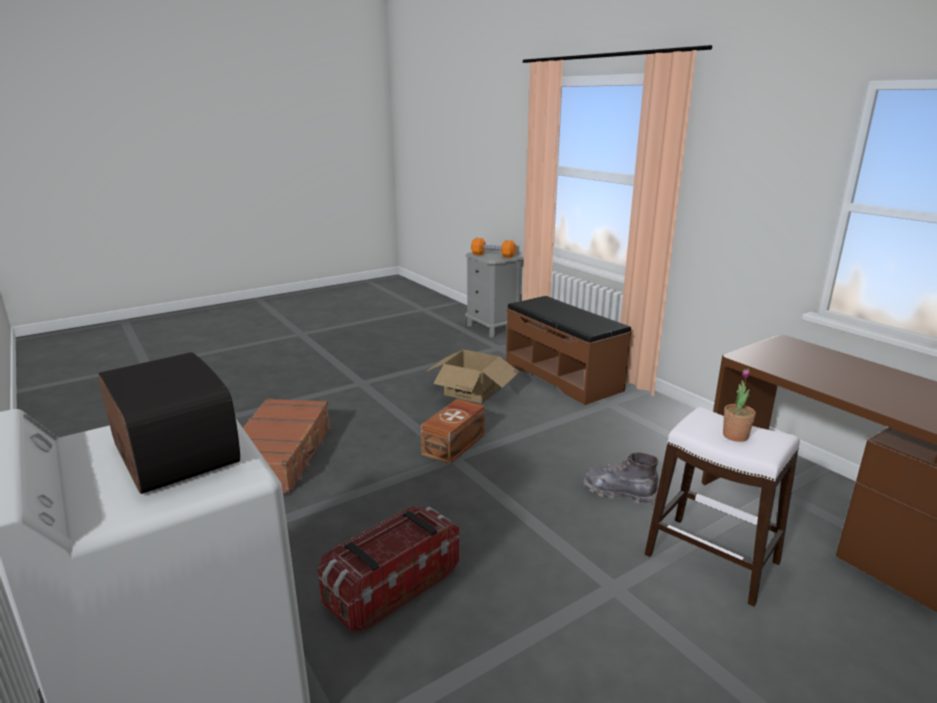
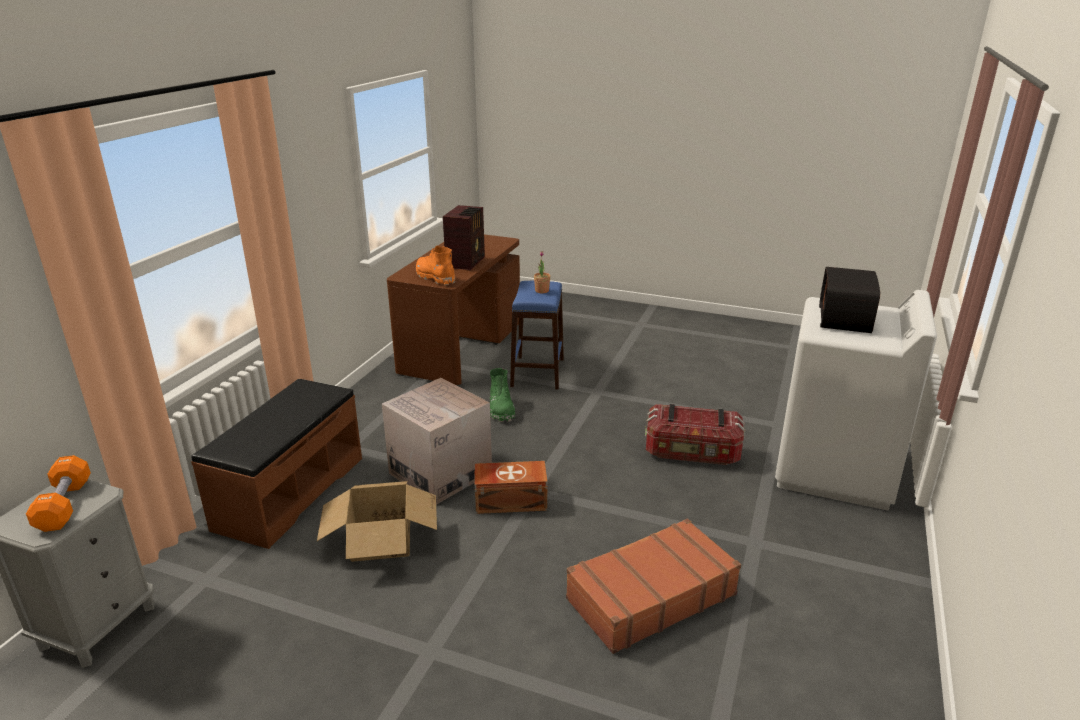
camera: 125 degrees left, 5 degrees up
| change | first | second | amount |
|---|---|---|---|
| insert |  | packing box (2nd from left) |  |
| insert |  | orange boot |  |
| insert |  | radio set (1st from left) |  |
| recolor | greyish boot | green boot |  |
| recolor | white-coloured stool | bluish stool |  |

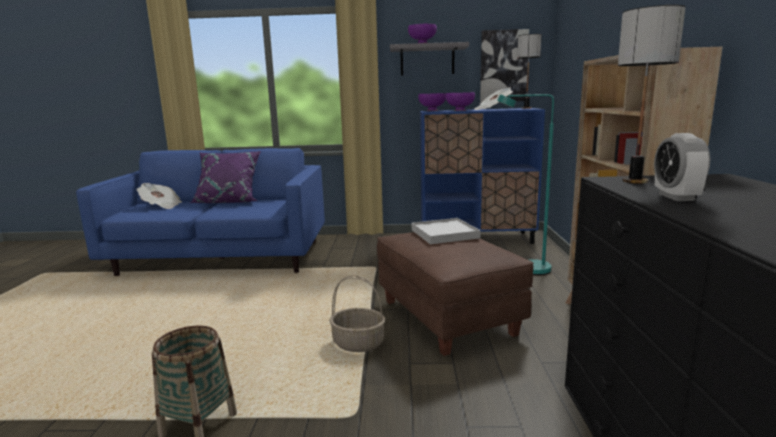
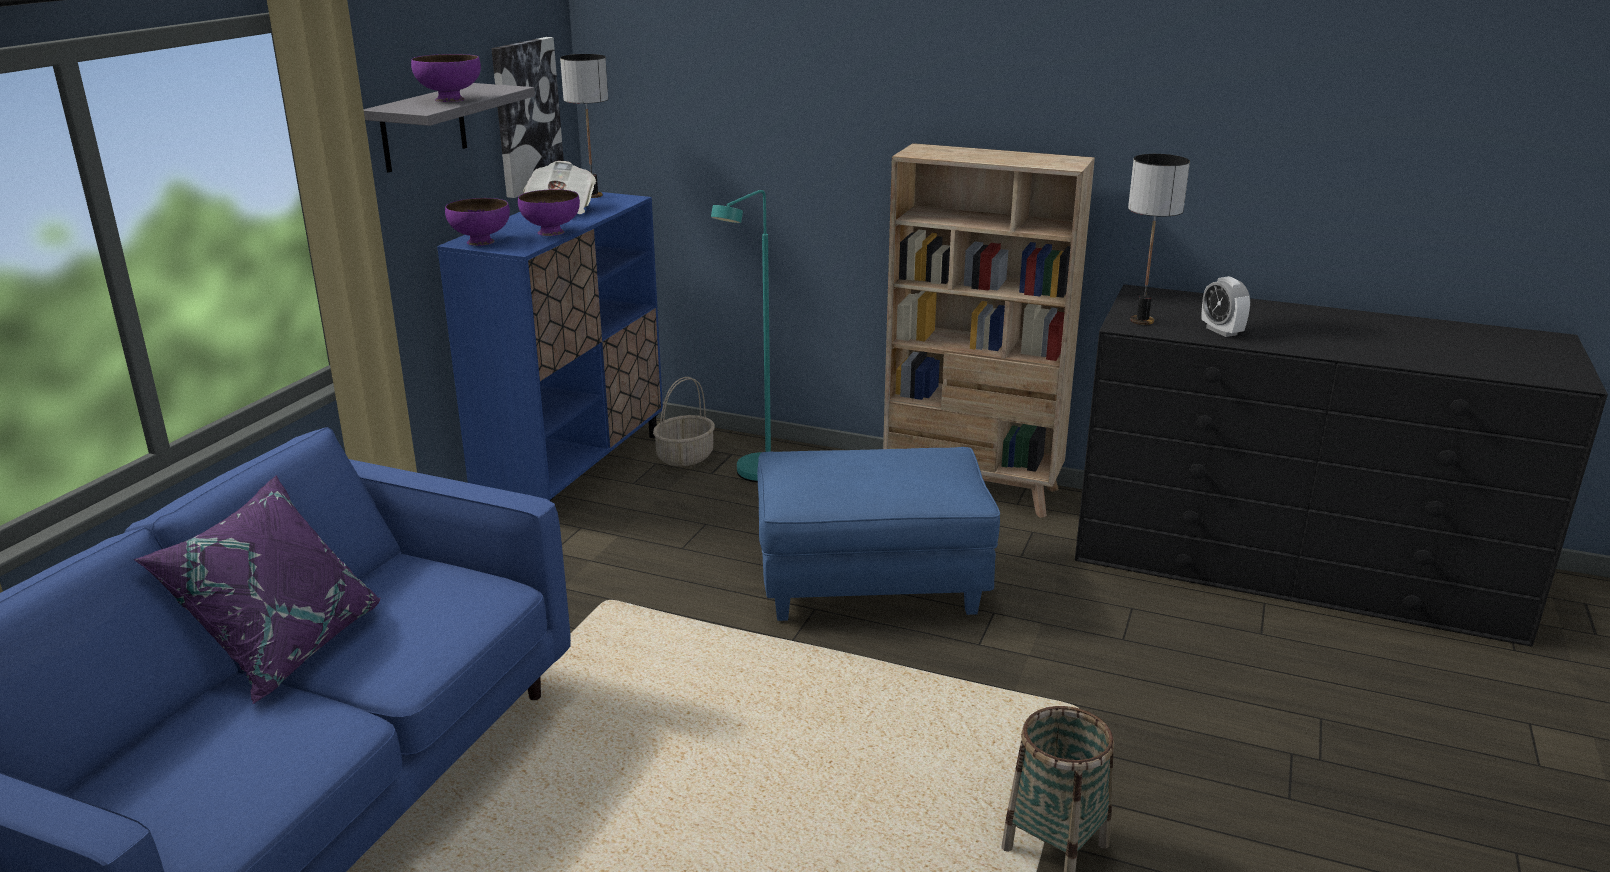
camera: 70 degrees left, 10 degrees up
| change | first | second | amount |
|---|---|---|---|
| move | household basket (2nd from left in the first image) | household basket (1st from left) |  |
| recolor | brown-coloured ottoman | bluish ottoman |  |
| rotate | alarm clock |  | 45 degrees clockwise |
| delete | daily paper (1st from left) |  |  |
| delete | white-coloured carrying tray |  |  |

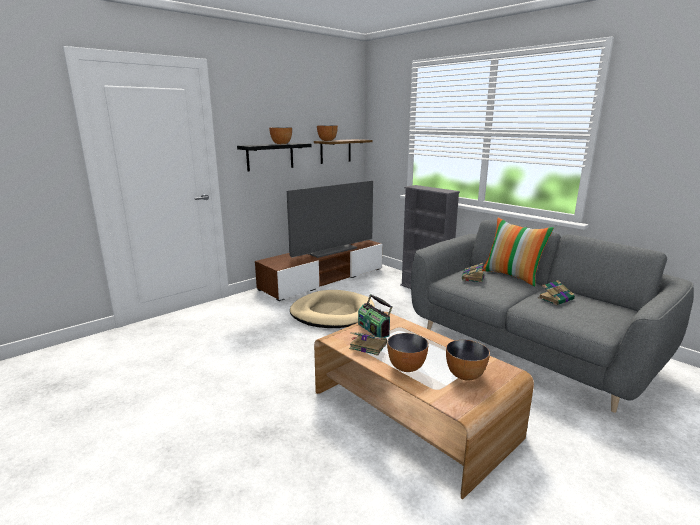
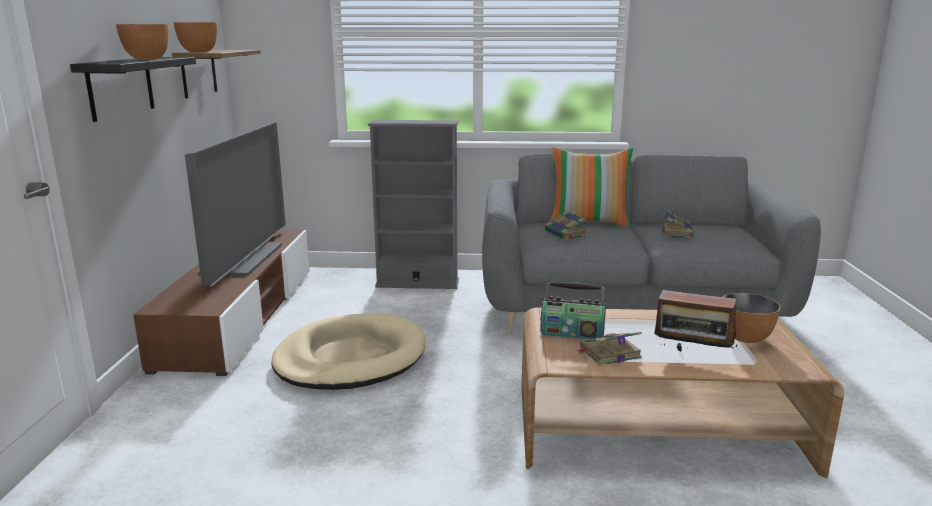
camera: 45 degrees left, 0 degrees up
| change | first | second | amount |
|---|---|---|---|
| replace | deep dish (3rd from left) | radio set (2nd from left) |  |

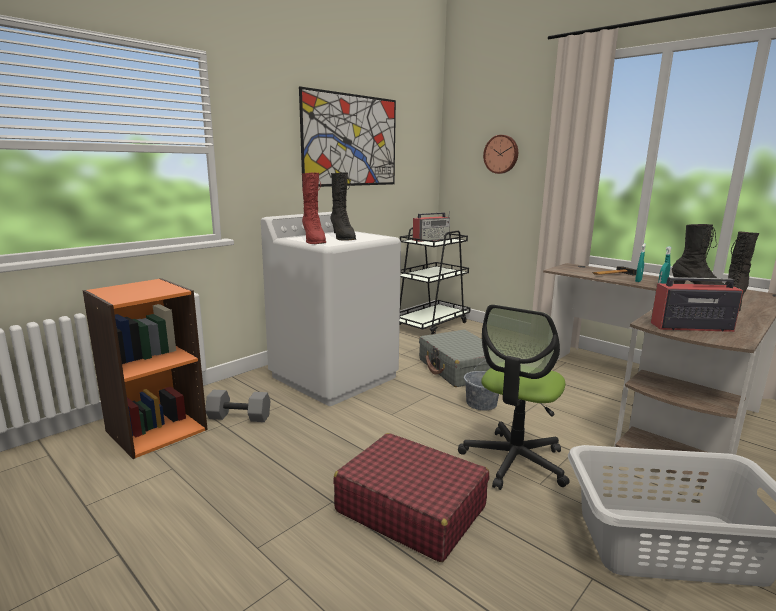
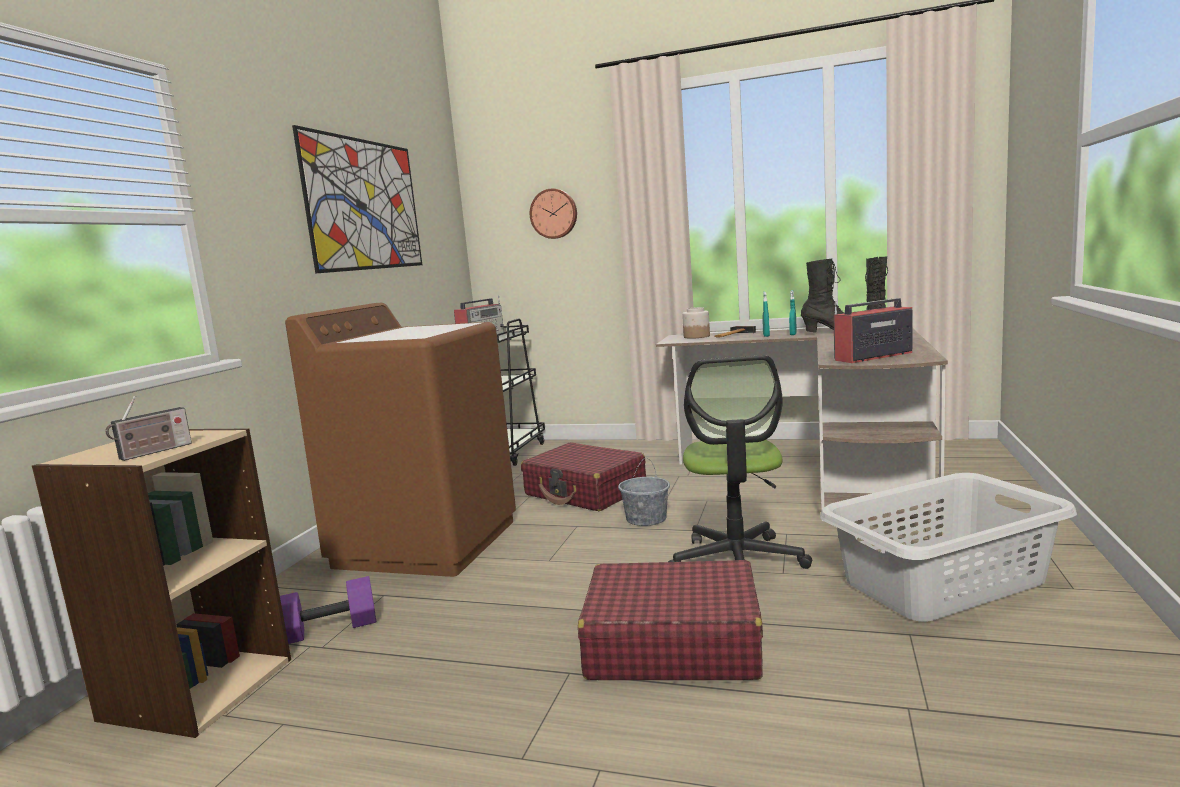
camera: 25 degrees left, 5 degrees down
| change | first | second | amount |
|---|---|---|---|
| recolor | orange shelving unit | beige-coloured shelving unit |  |
| insert |  | radio set (1st from left) |  |
| recolor | greyish hand weight | purple-coloured hand weight |  |
| recolor | white-coloured laundry machine | brown-coloured laundry machine |  |
| recolor | greyish piece of luggage | reddish piece of luggage (1st from left) |  |
| insert |  | storage jar |  |
| delete | reddish boot |  |  |
| delete | blackish boot (1st from left) |  |  |

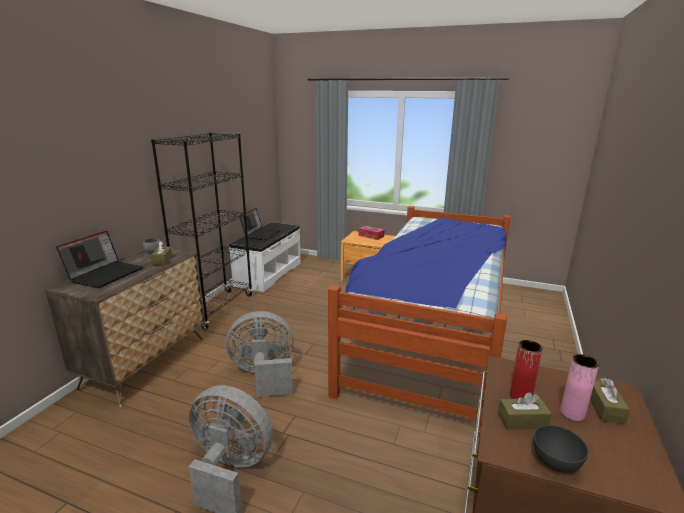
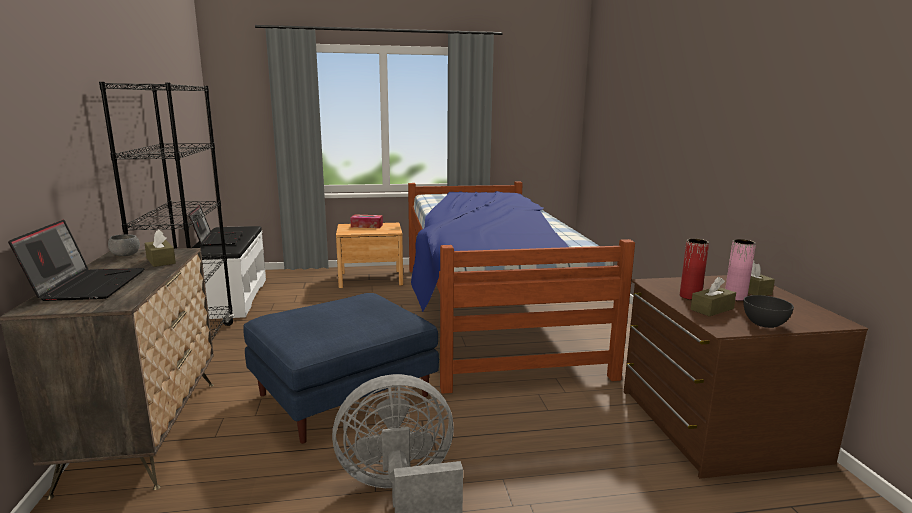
camera: 30 degrees left, 5 degrees down
| change | first | second | amount |
|---|---|---|---|
| replace | greyish cooling fan (2nd from left) | bluish ottoman |  |

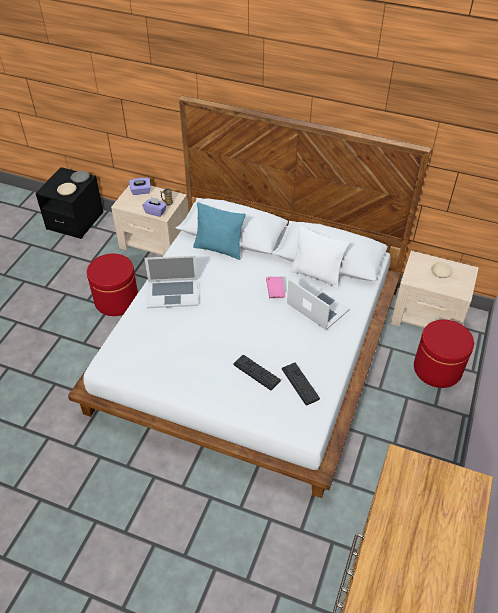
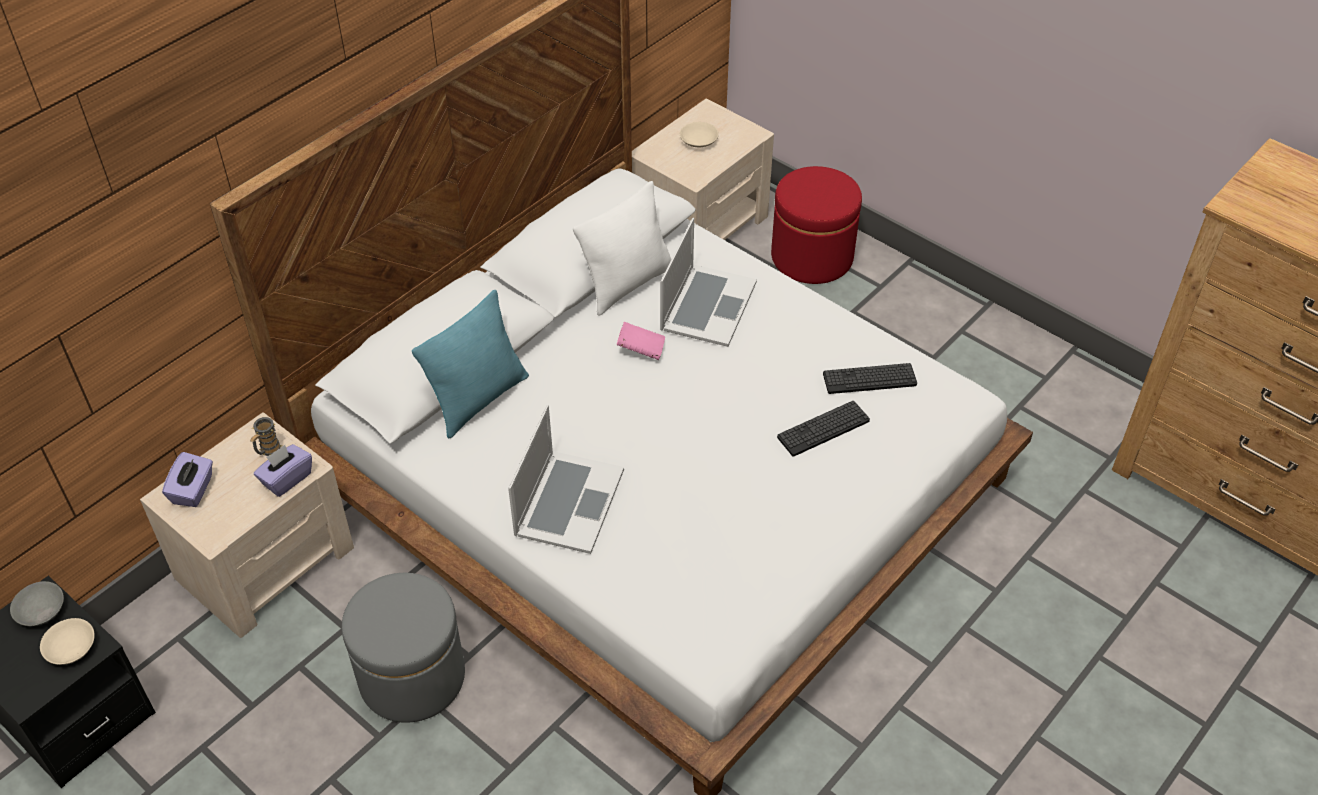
camera: 70 degrees left, 0 degrees up
| change | first | second | amount |
|---|---|---|---|
| recolor | reddish ottoman (1st from left) | greyish ottoman |  |
| rotate | notebook computer (2nd from left) |  | 135 degrees clockwise |

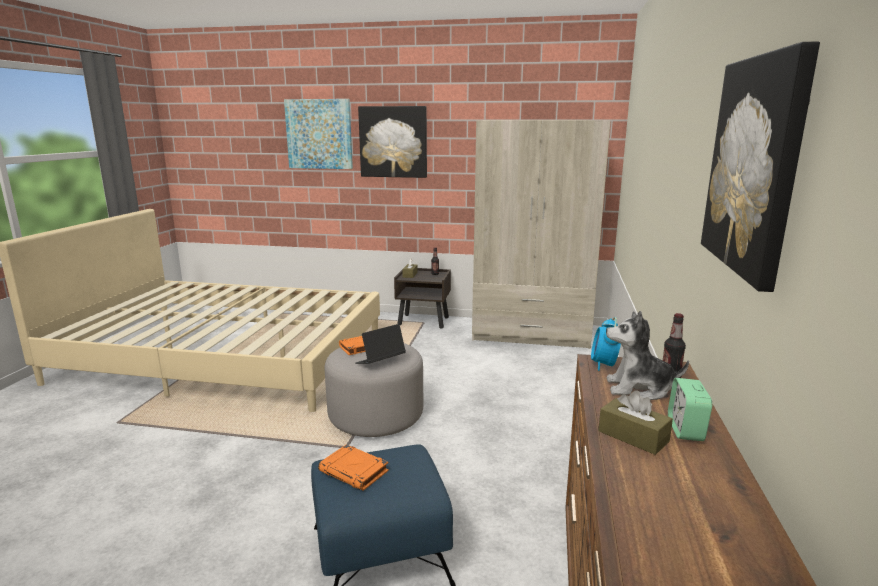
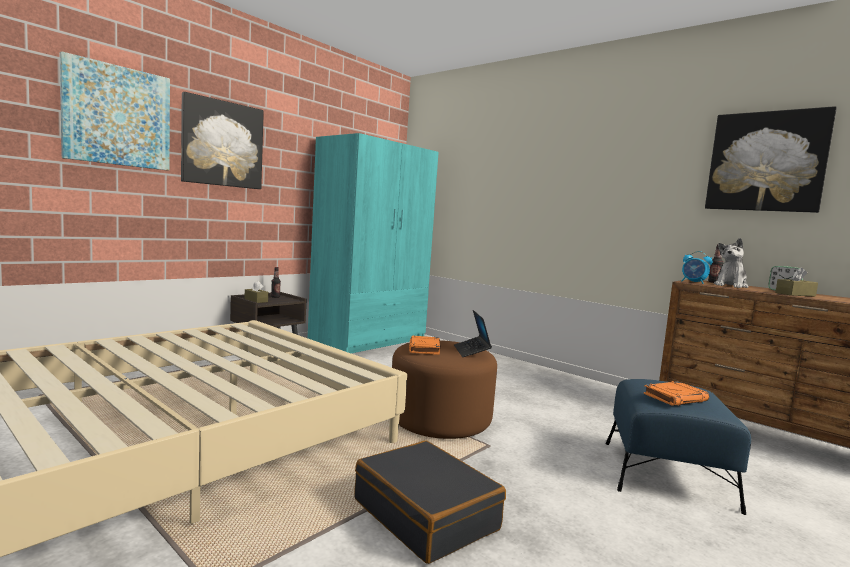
camera: 60 degrees left, 10 degrees down
| change | first | second | amount |
|---|---|---|---|
| recolor | beige-coloured clothes cupboard | turquoise clothes cupboard |  |
| insert |  | blackish piece of luggage |  |
| recolor | greyish ottoman | brown-coloured ottoman |  |

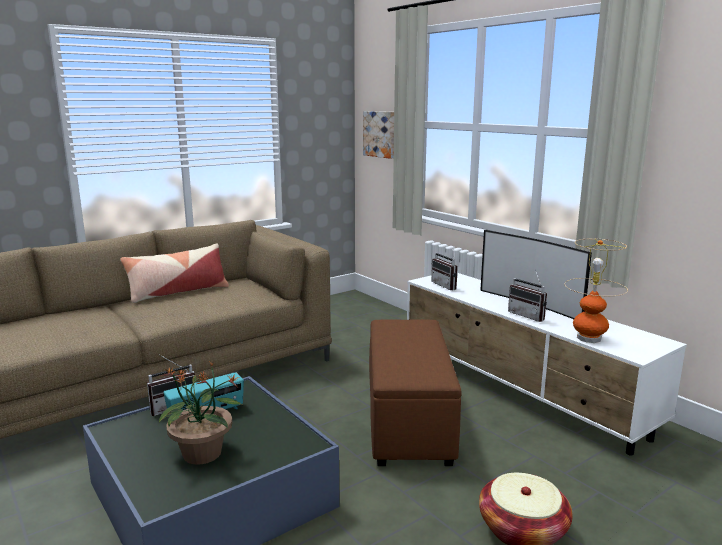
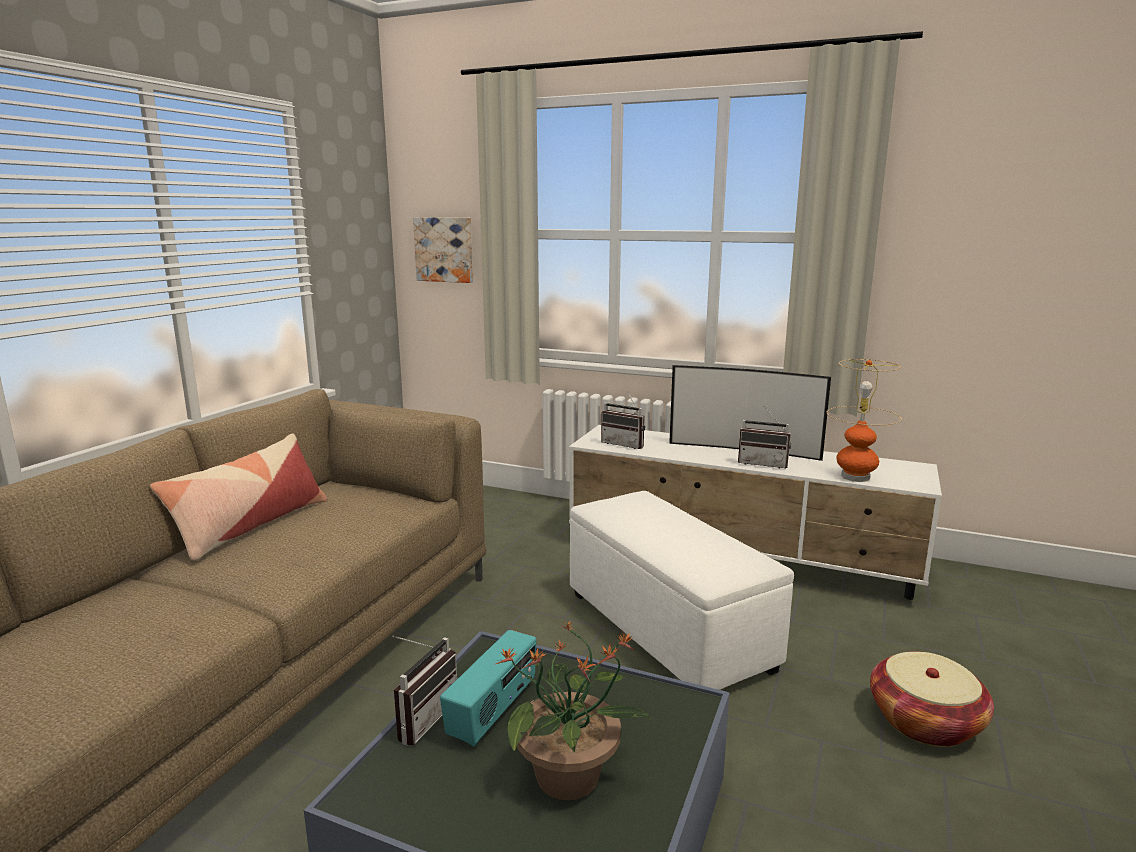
camera: 30 degrees left, 0 degrees up
| change | first | second | amount |
|---|---|---|---|
| recolor | brown-coloured ottoman | white-coloured ottoman |  |

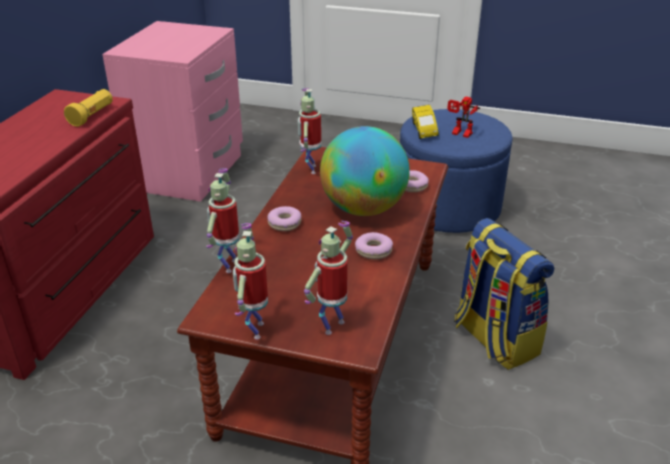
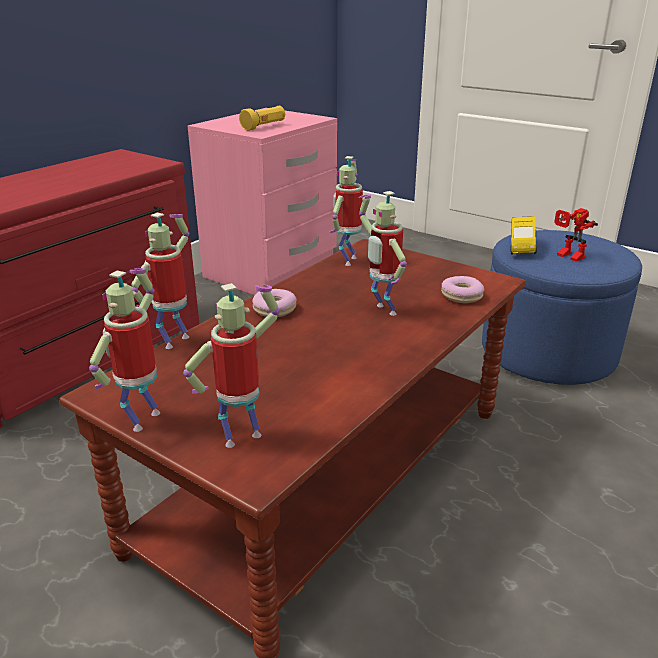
camera: 20 degrees right, 5 degrees down
| change | first | second | amount |
|---|---|---|---|
| move | yellow-coloured torch |  |  |
| replace | desk globe | robot figure (5th from left) |  |
| delete | donut (2nd from left) |  |  |
| delete | knapsack |  |  |

